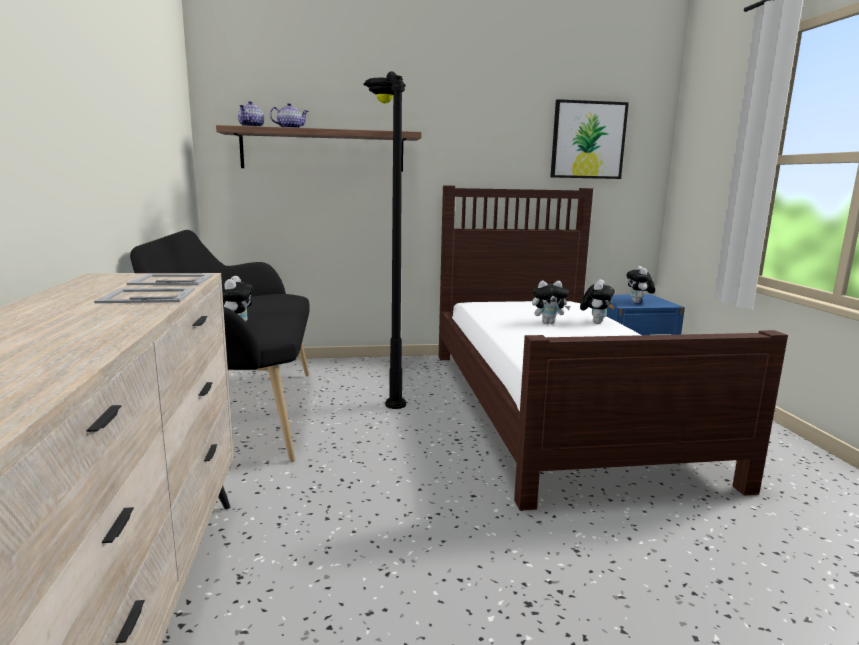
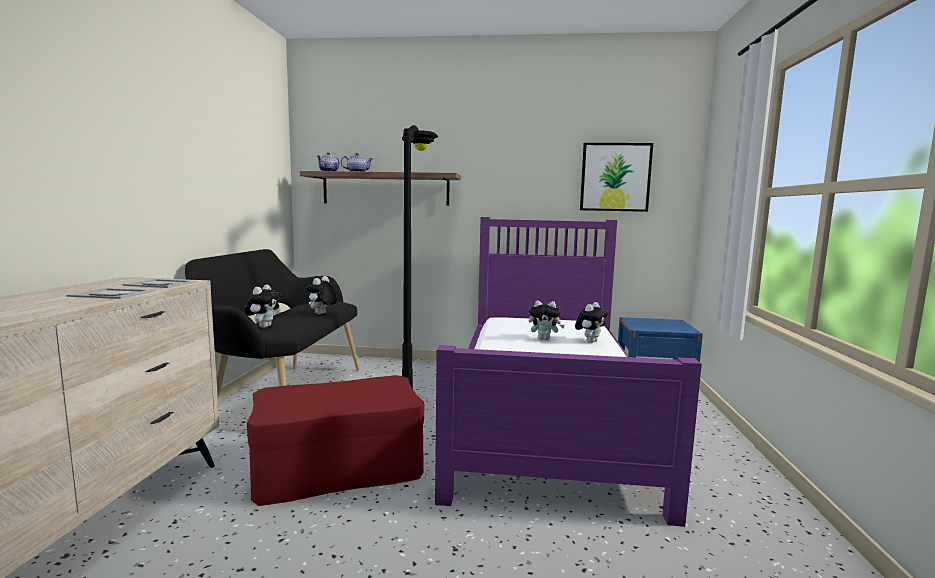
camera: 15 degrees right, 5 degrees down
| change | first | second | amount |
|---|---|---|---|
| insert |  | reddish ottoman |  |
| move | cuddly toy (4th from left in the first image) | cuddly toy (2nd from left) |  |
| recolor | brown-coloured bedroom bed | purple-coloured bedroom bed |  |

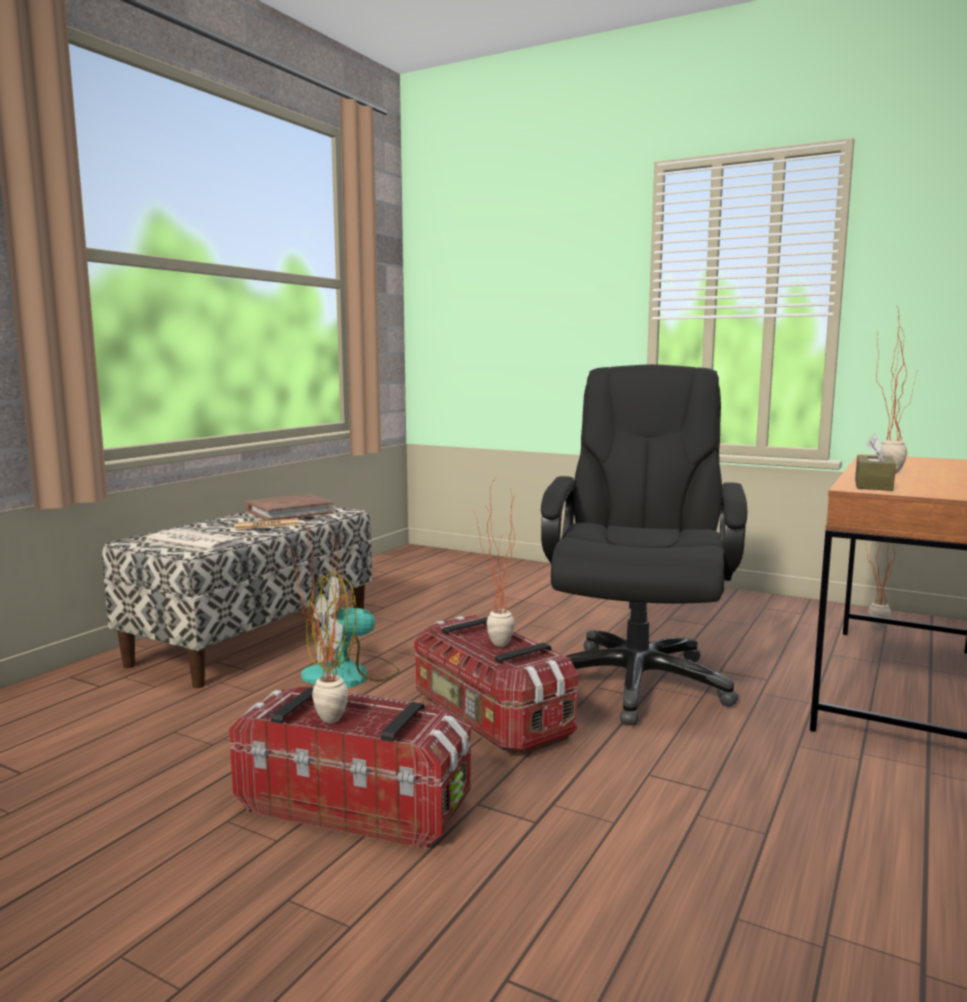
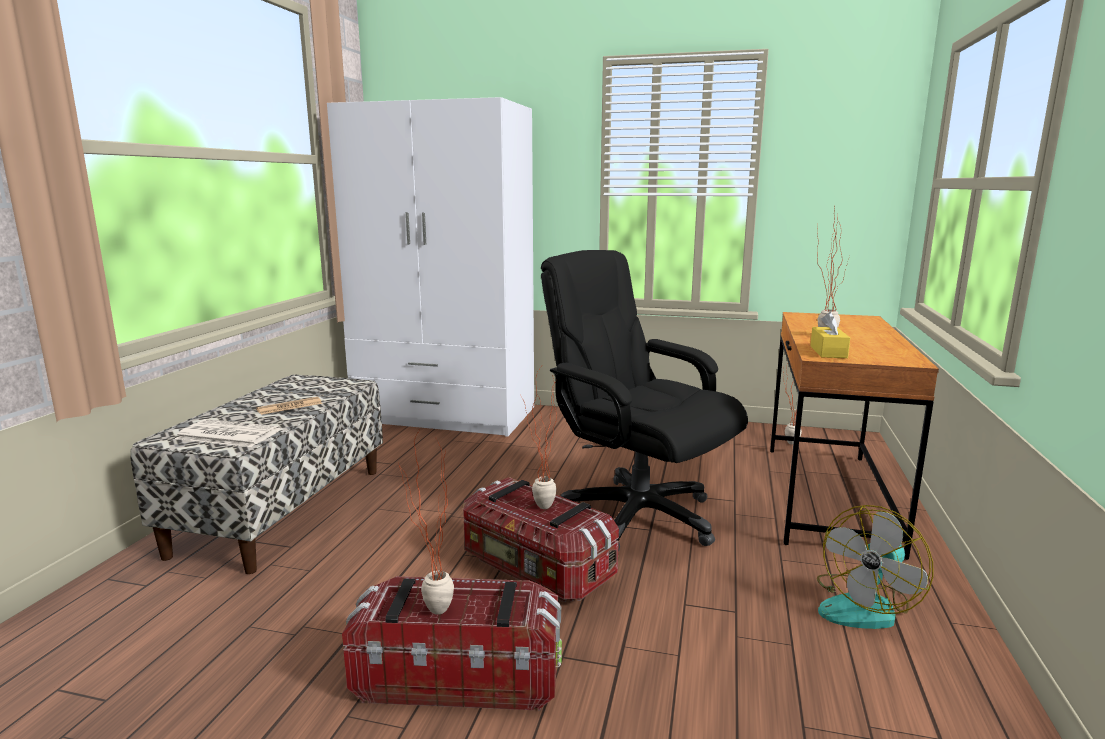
camera: 15 degrees left, 5 degrees up
| change | first | second | amount |
|---|---|---|---|
| insert |  | white-coloured clothes cupboard |  |
| rotate | blackish desk chair |  | 45 degrees counterclockwise |
| recolor | brown-coloured tissue box | yellow-coloured tissue box |  |
| move | cooling fan |  |  |
| delete | brown-coloured volume |  |  |

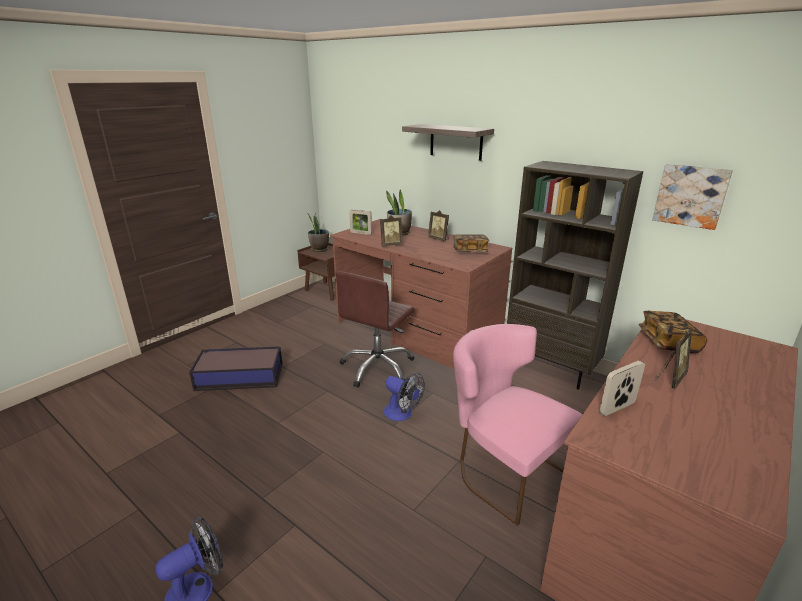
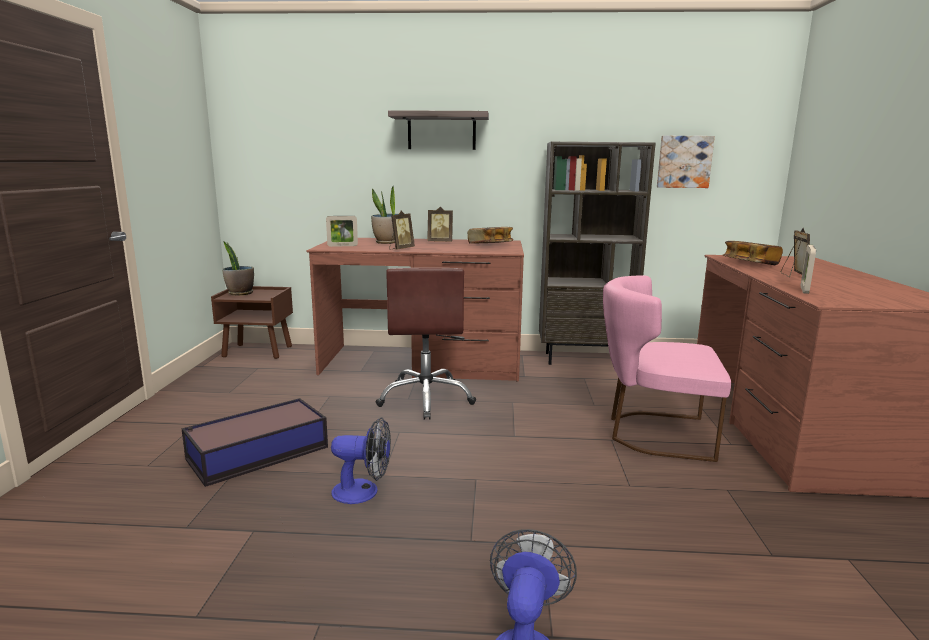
camera: 35 degrees left, 10 degrees down
| change | first | second | amount |
|---|---|---|---|
| move | cooling fan (2nd from left in the first image) | cooling fan (1st from left) |  |

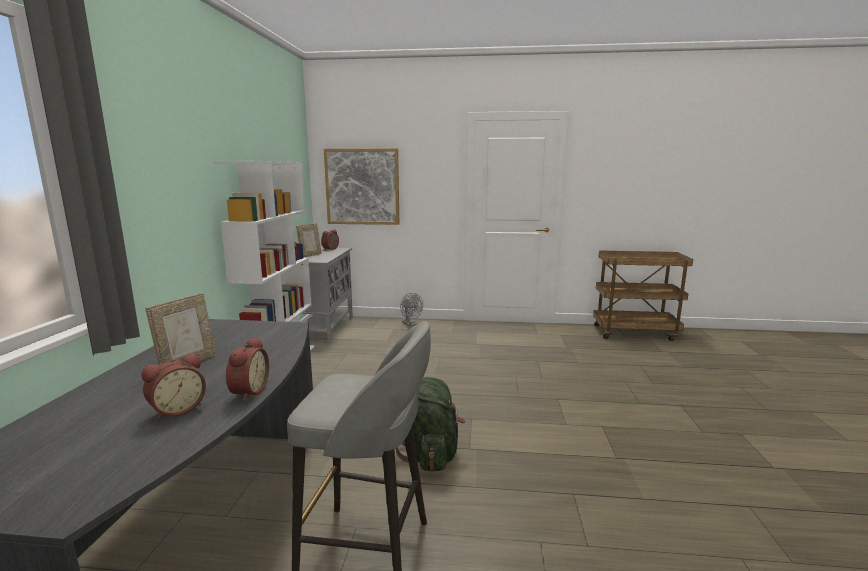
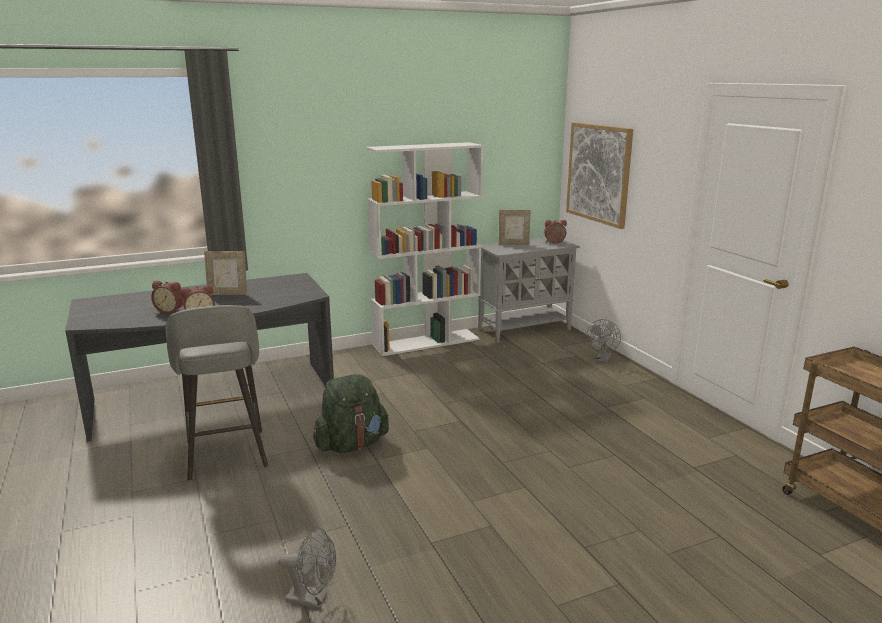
camera: 60 degrees right, 5 degrees up
| change | first | second | amount |
|---|---|---|---|
| insert |  | greyish cooling fan (1st from left) |  |

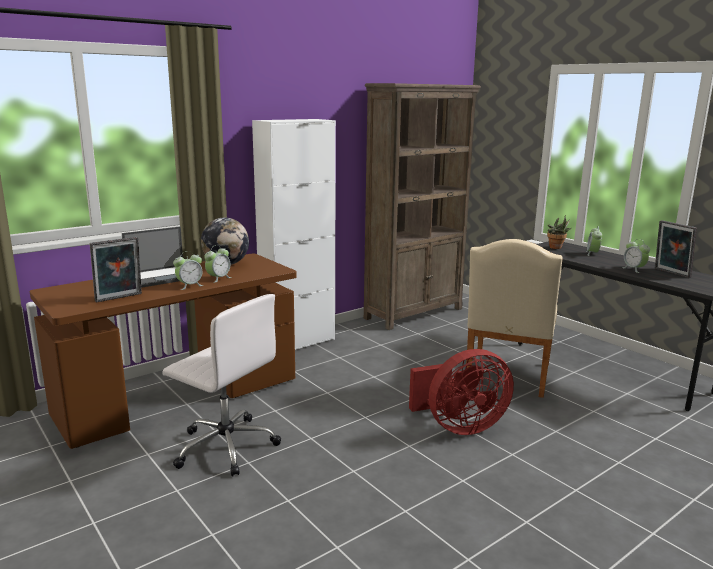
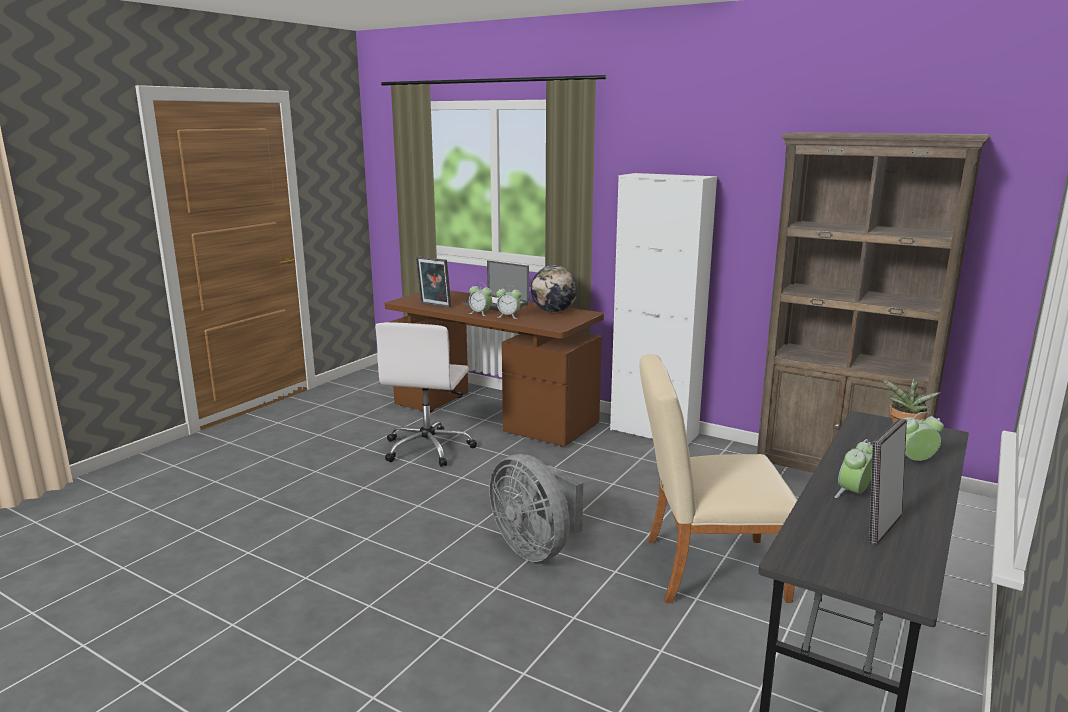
camera: 70 degrees right, 0 degrees up
| change | first | second | amount |
|---|---|---|---|
| recolor | reddish cooling fan | greyish cooling fan |  |

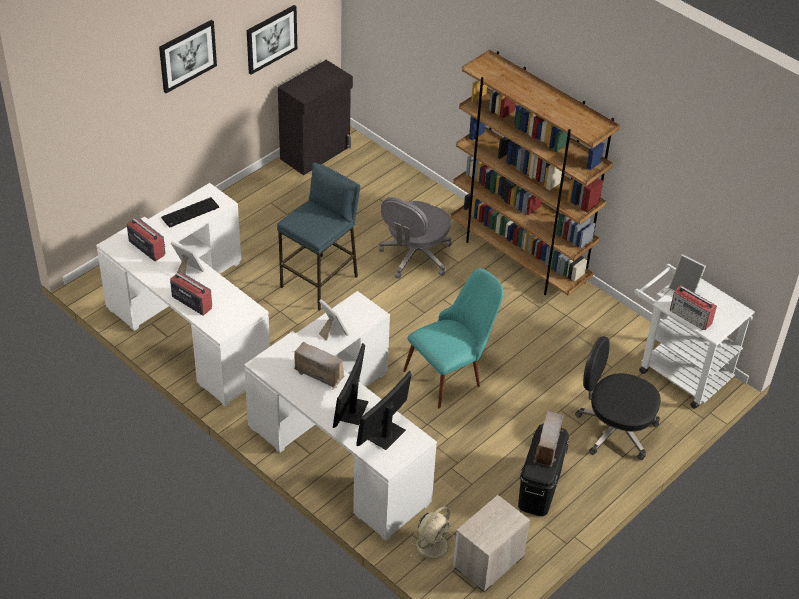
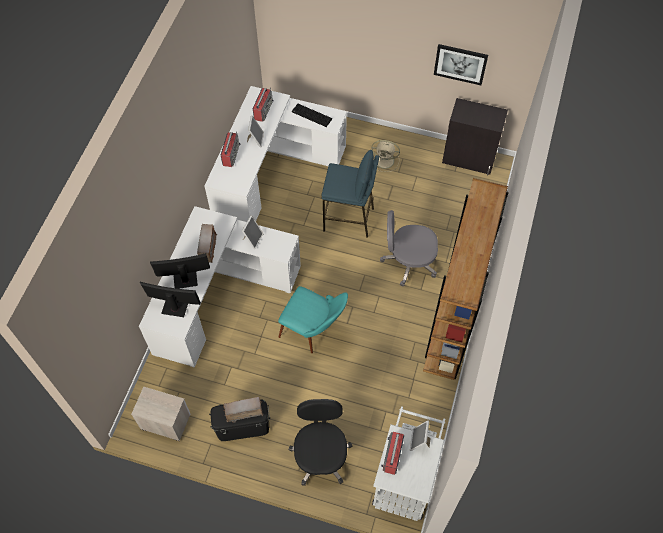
camera: 65 degrees right, 15 degrees up
| change | first | second | amount |
|---|---|---|---|
| move | beige-coloured cooling fan |  |  |
| delete | wall picture (1st from left) |  |  |

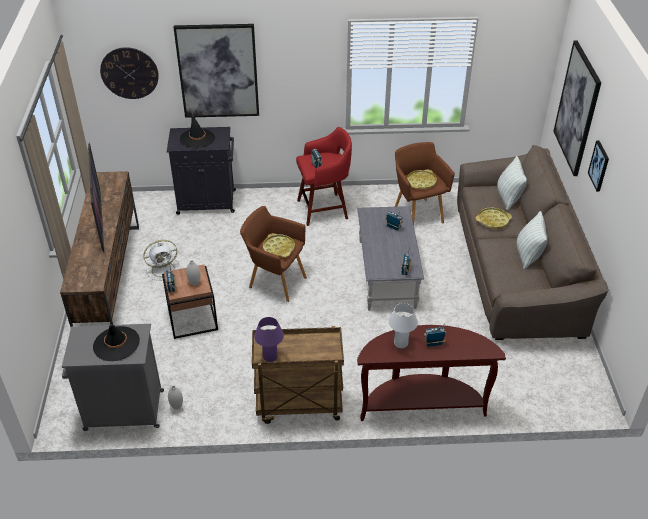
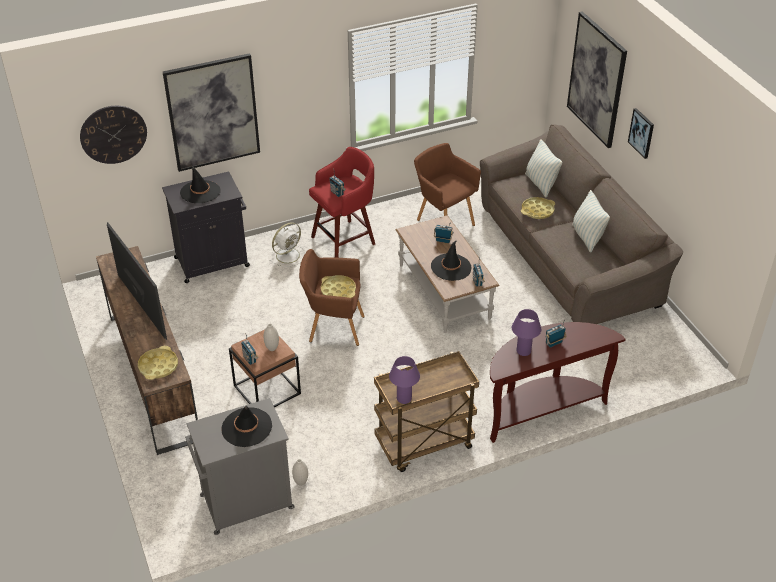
camera: 20 degrees left, 0 degrees up
| change | first | second | amount |
|---|---|---|---|
| move | yellow-coloured carrying tray (2nd from left in the first image) | yellow-coloured carrying tray (1st from left) |  |
| move | white-coloured cooling fan |  |  |
| recolor | greyish lounge table | brown-coloured lounge table |  |
| insert |  | blackish hat (3rd from left) |  |
| recolor | white-coloured lamp for a table | purple-coloured lamp for a table (2nd from left) |  |

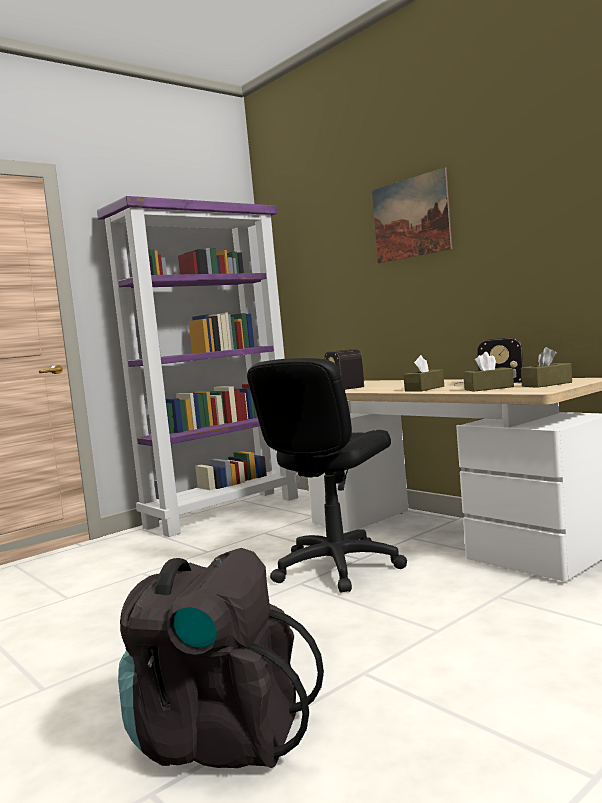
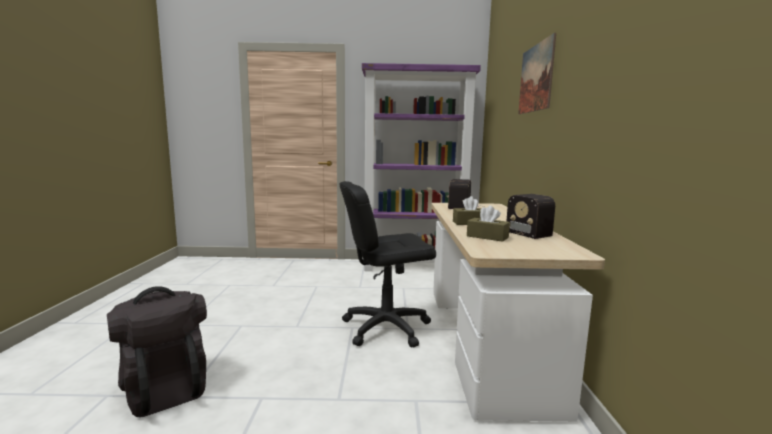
camera: 40 degrees right, 5 degrees up
| change | first | second | amount |
|---|---|---|---|
| delete | brown-coloured tissue box (3rd from left) |  |  |

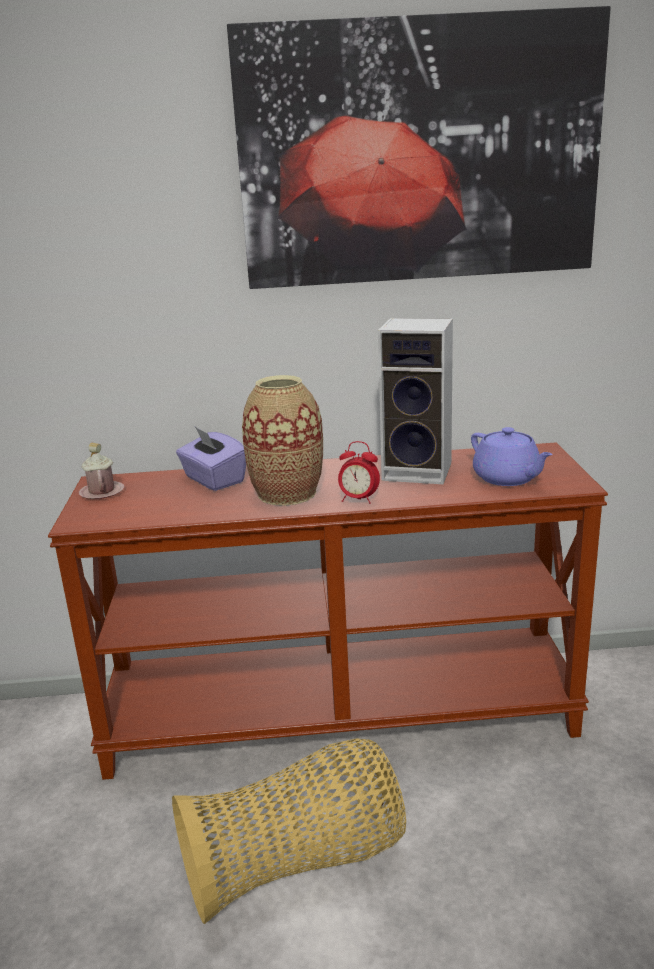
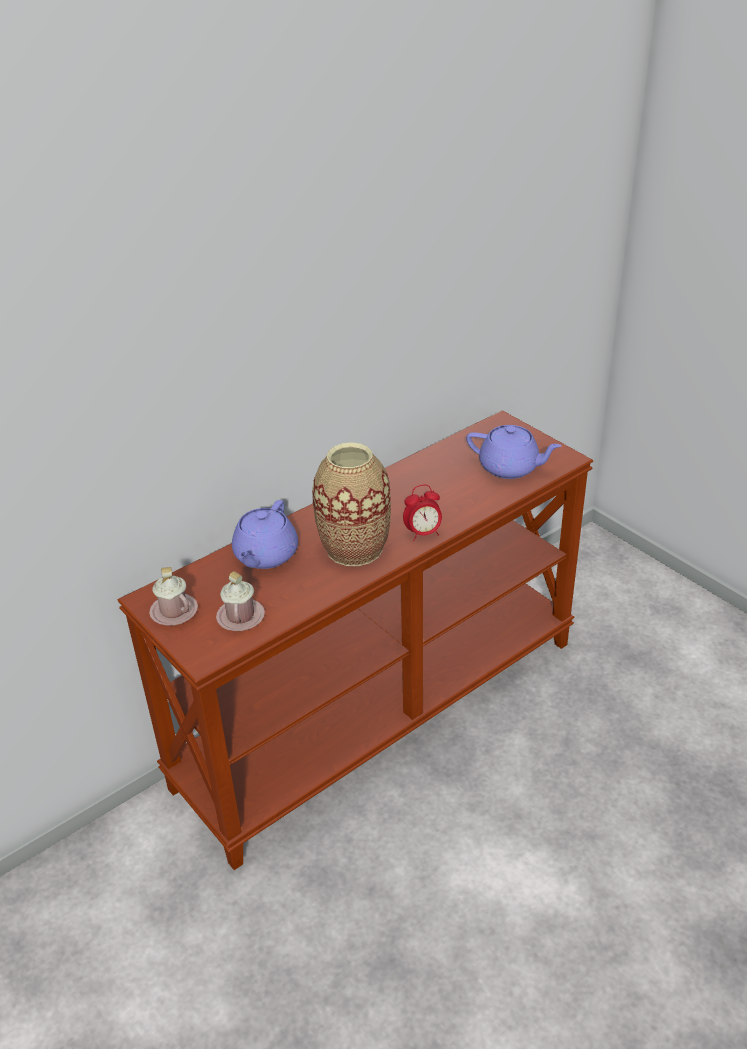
camera: 35 degrees left, 15 degrees up
| change | first | second | amount |
|---|---|---|---|
| insert |  | pink tea mug (2nd from left) |  |
| replace | purple-coloured tissue box | purple-coloured tea pot (1st from left) |  |
| delete | household basket |  |  |
| delete | wall picture |  |  |
| delete | speaker |  |  |

